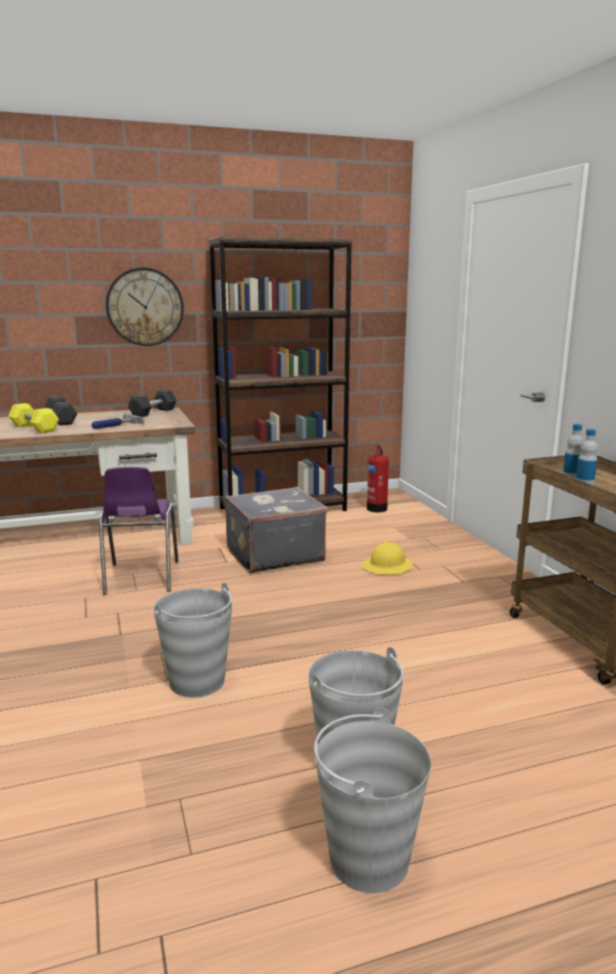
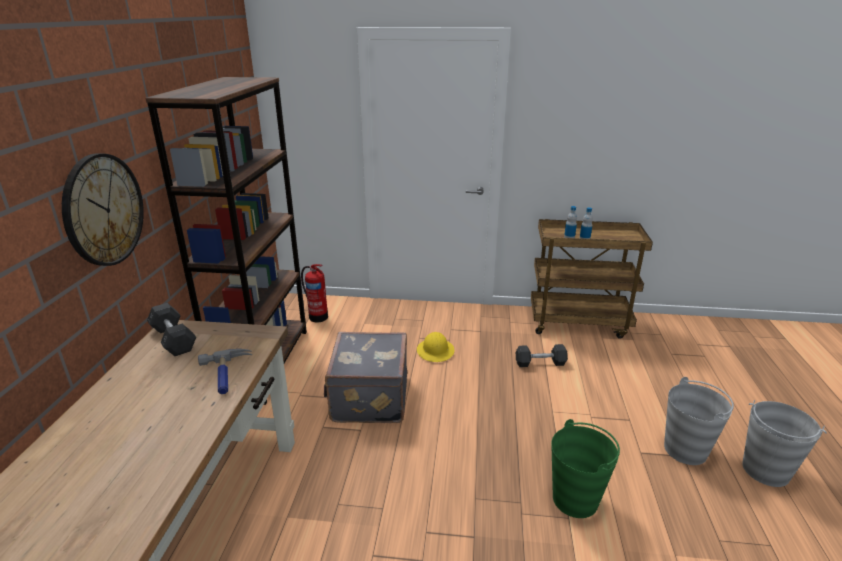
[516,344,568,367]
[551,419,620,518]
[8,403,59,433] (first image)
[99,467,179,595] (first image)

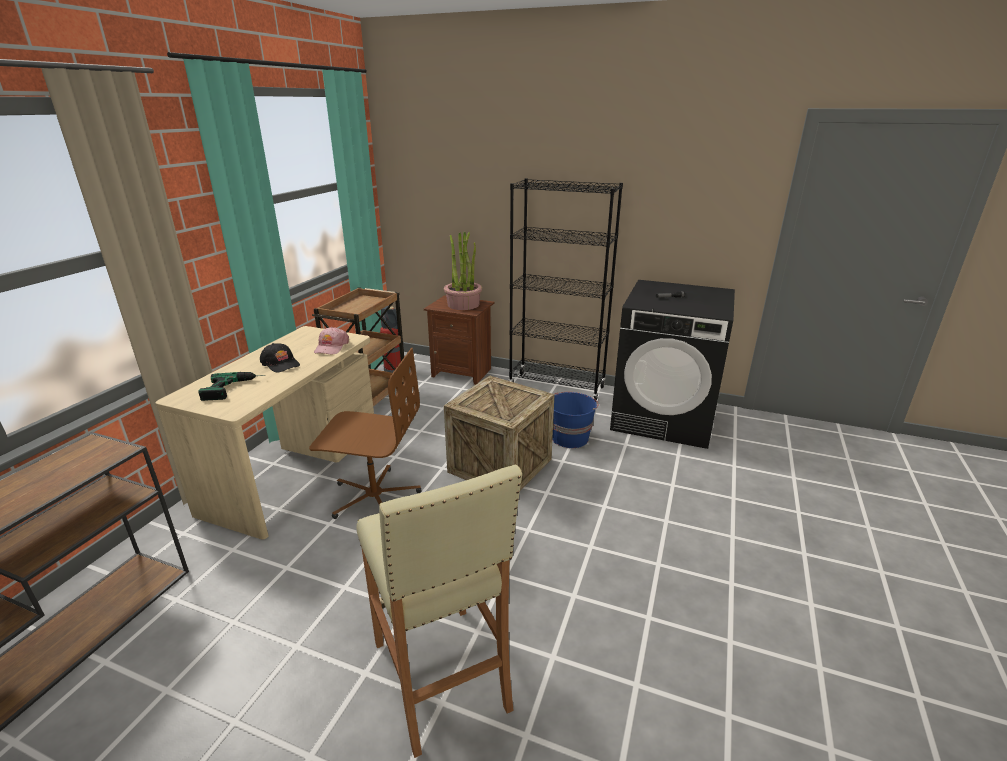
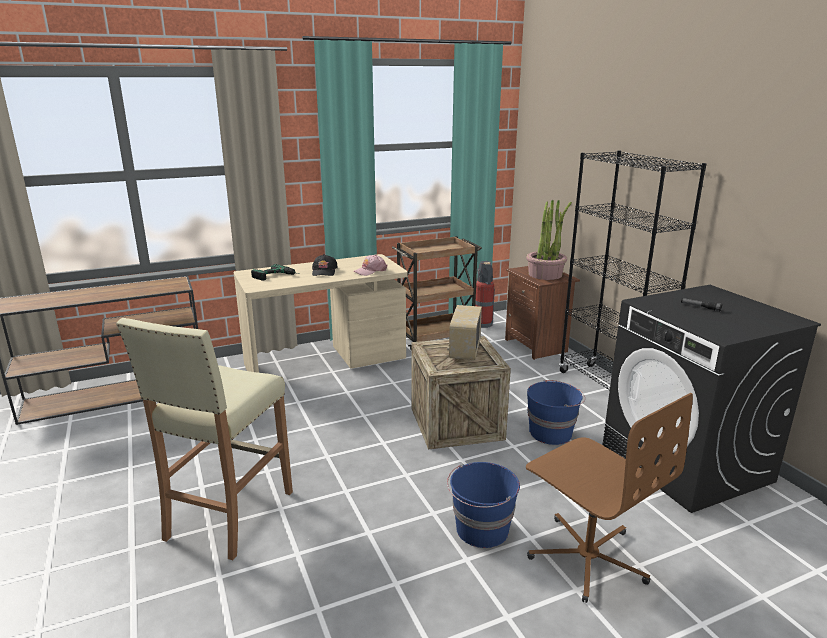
[447,305,482,360]
[447,462,520,548]
[526,393,693,603]

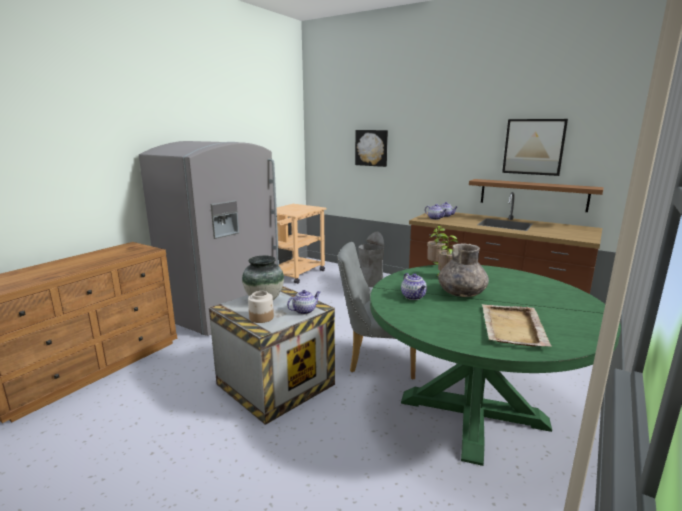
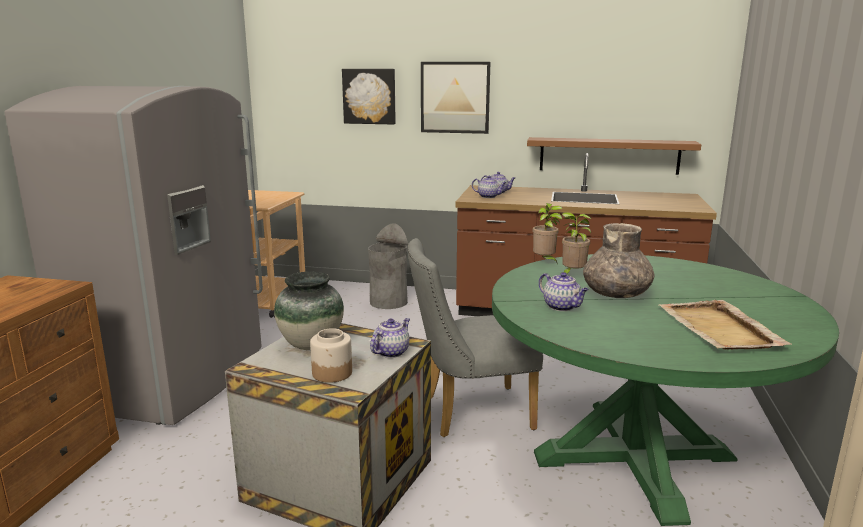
[421,62,490,134]

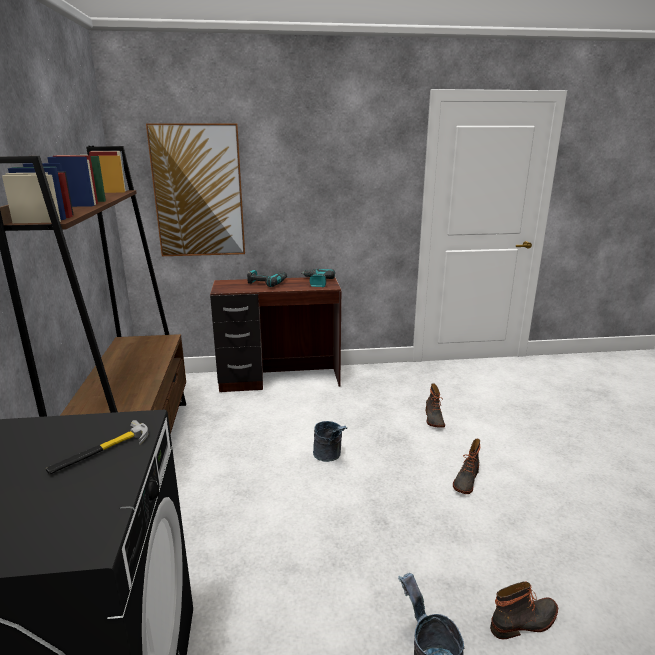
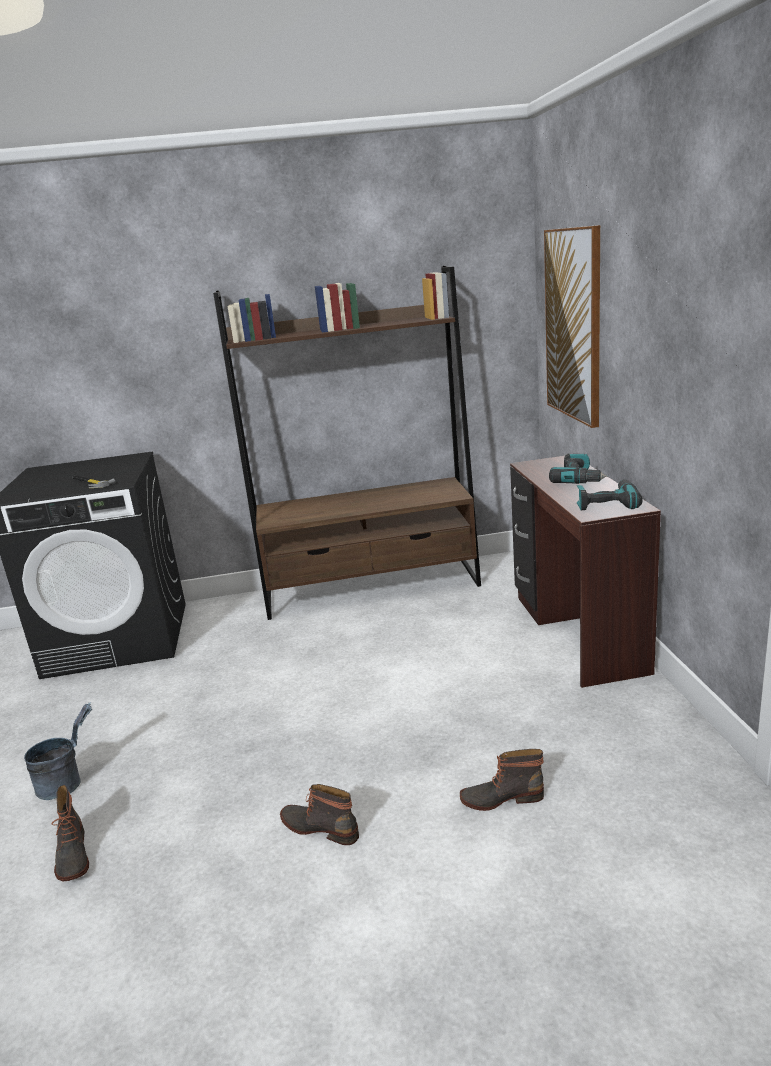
[313,421,347,462] (first image)

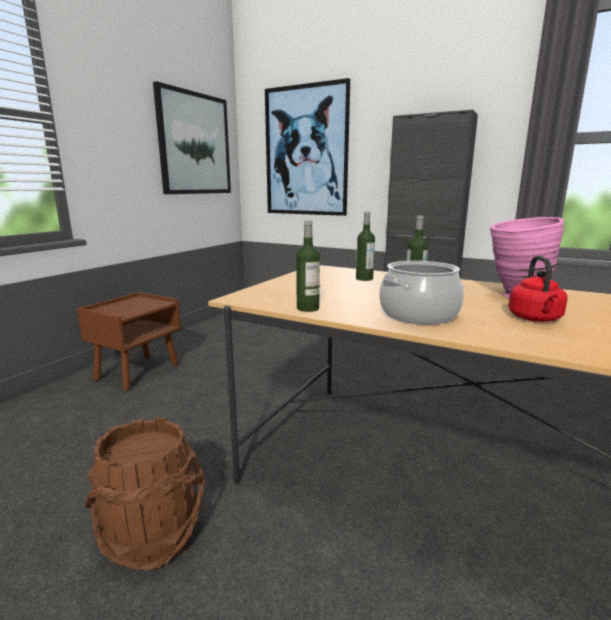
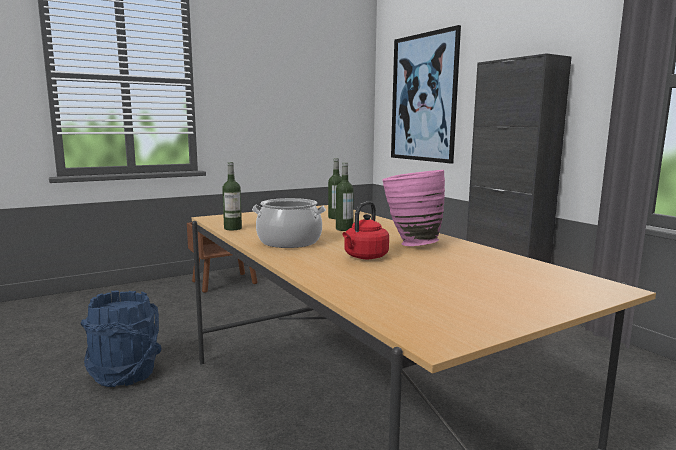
[81,291,162,387]
[153,81,231,194] (first image)

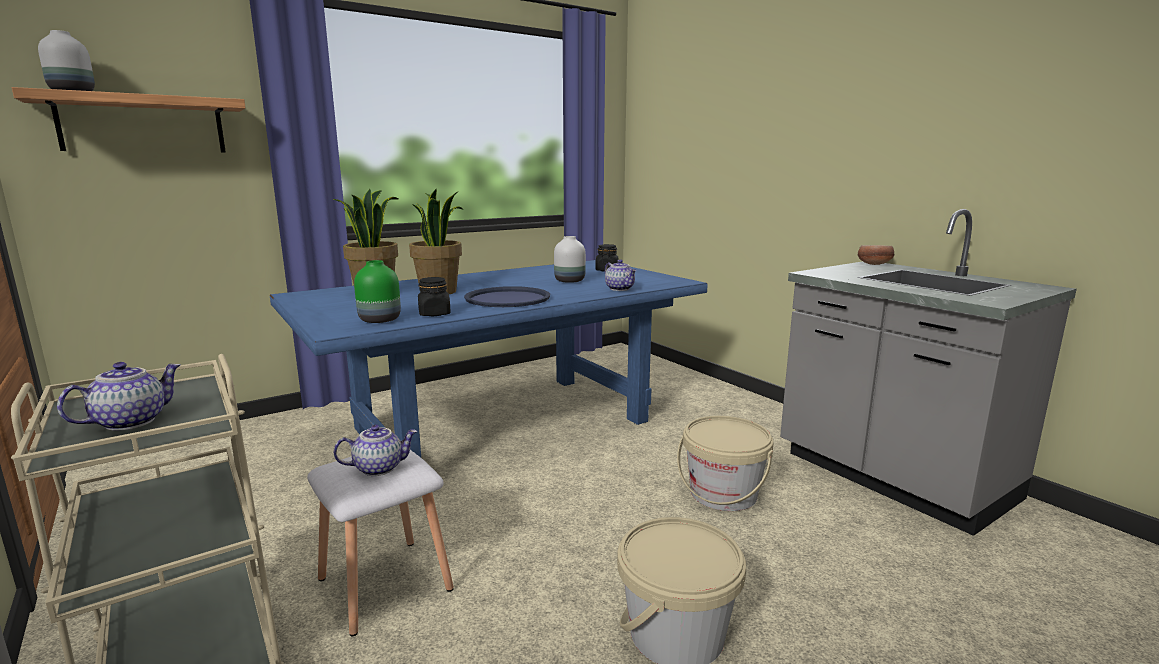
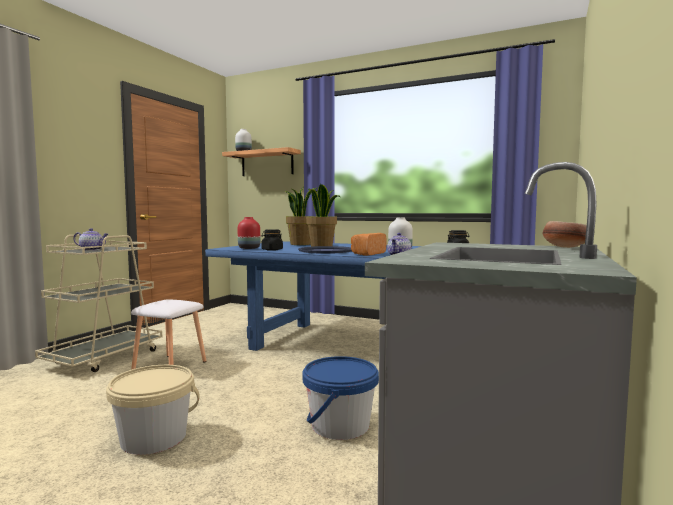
[238,217,260,249]
[302,356,379,440]
[351,233,386,256]
[334,425,418,476] (first image)

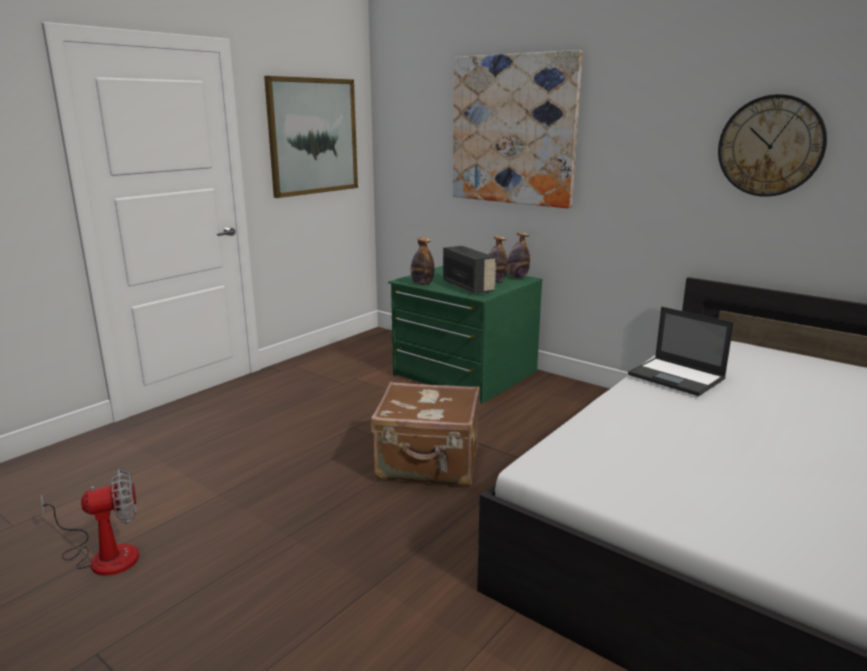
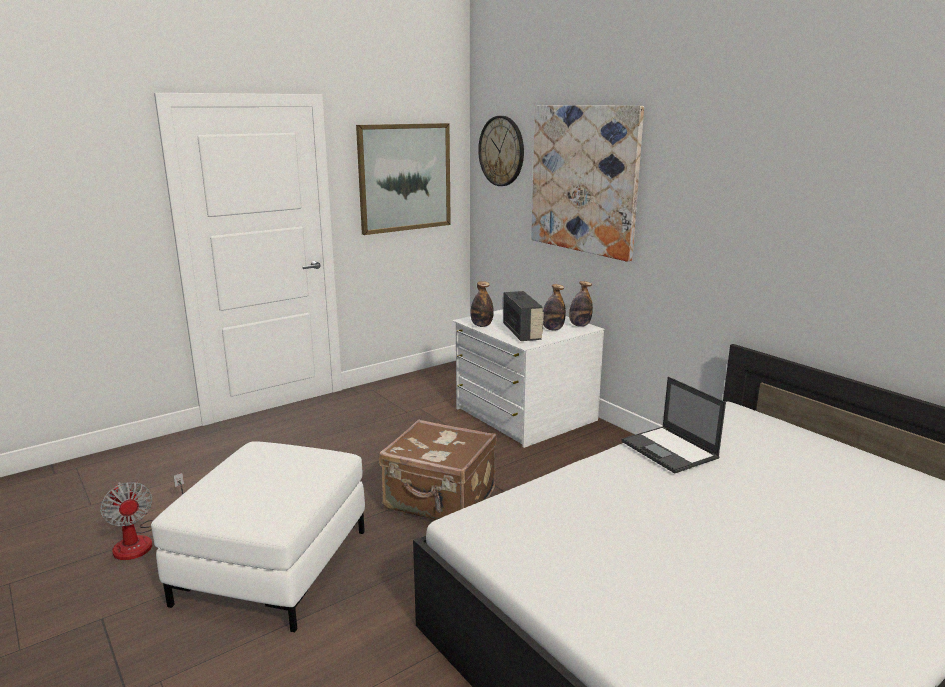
[100,473,184,560]
[151,441,365,632]
[453,309,604,448]
[478,116,524,186]

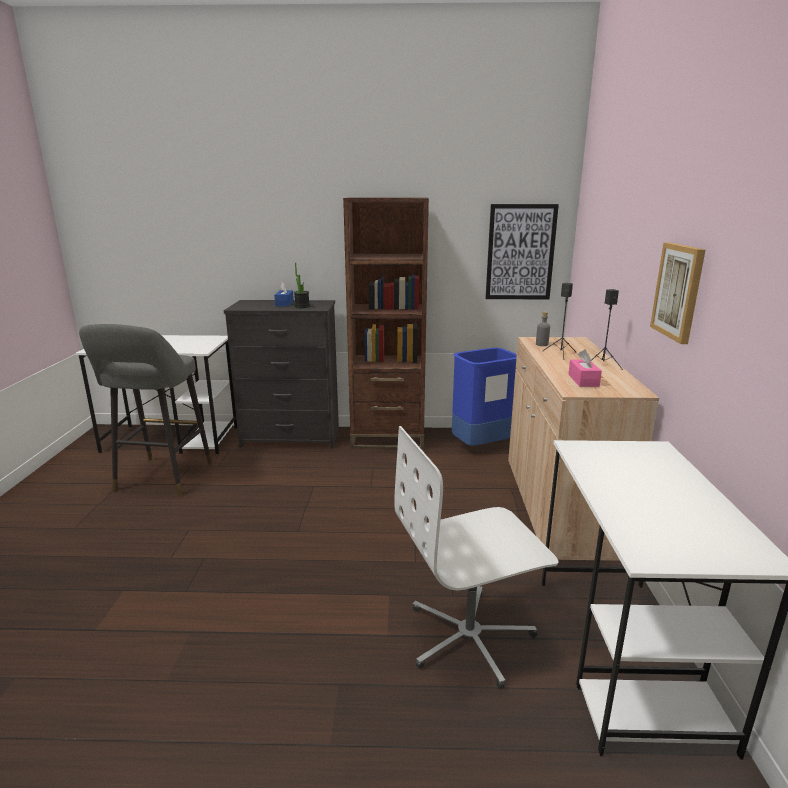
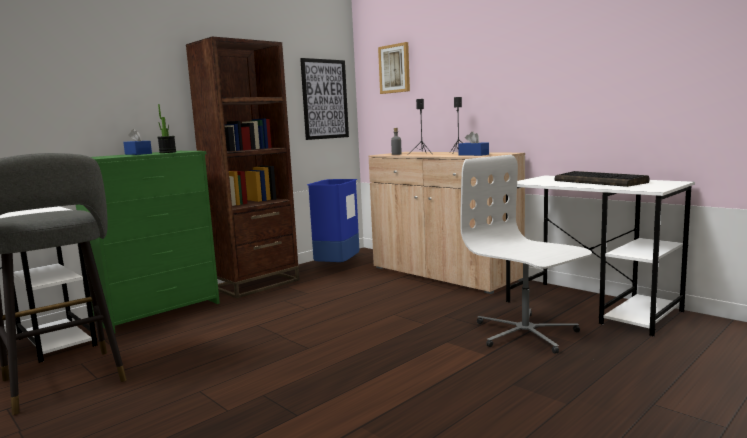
[76,151,220,334]
[378,42,410,94]
[458,132,489,156]
[460,155,592,354]
[554,171,649,187]

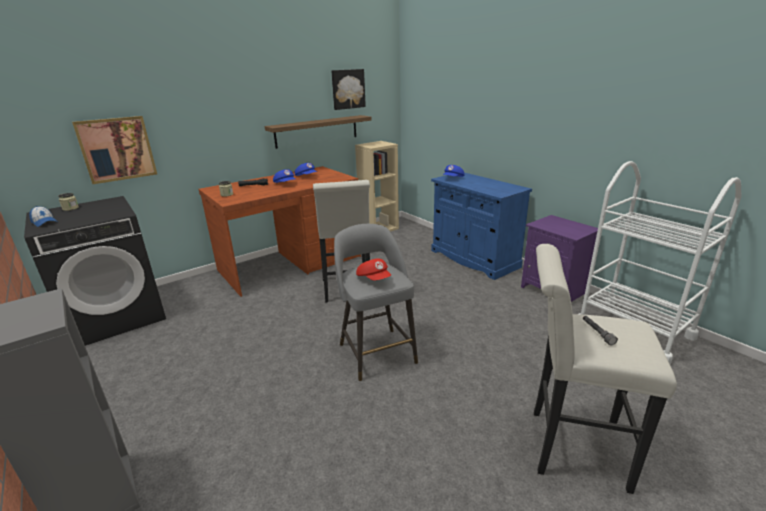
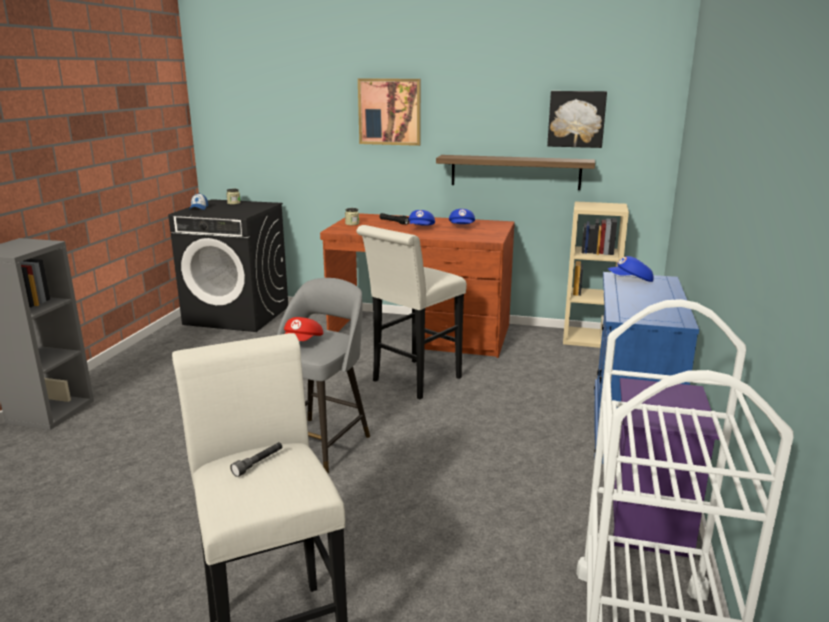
[358,78,421,146]

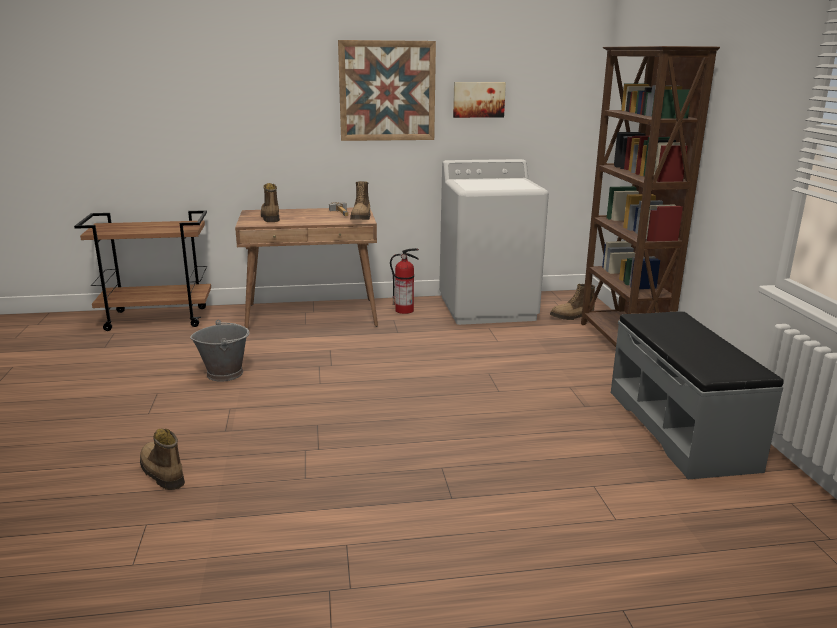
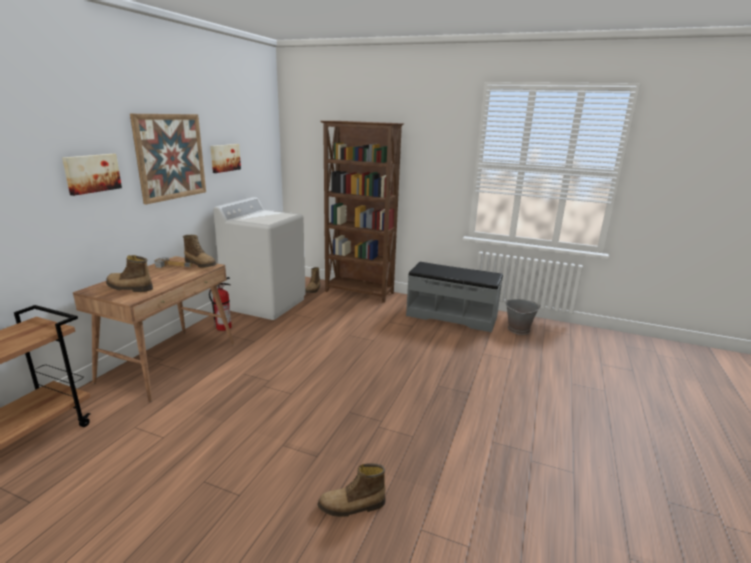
[62,154,122,196]
[504,299,541,335]

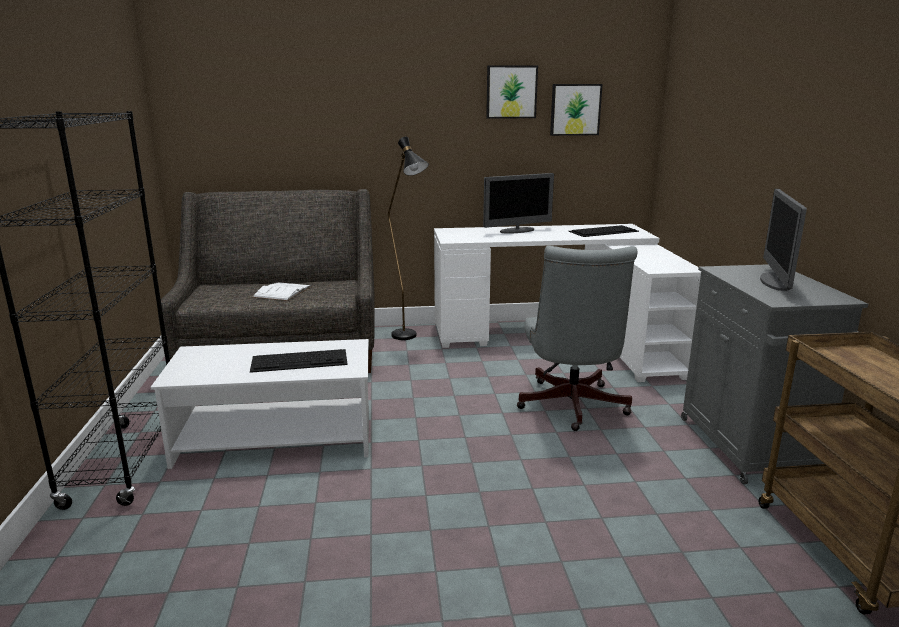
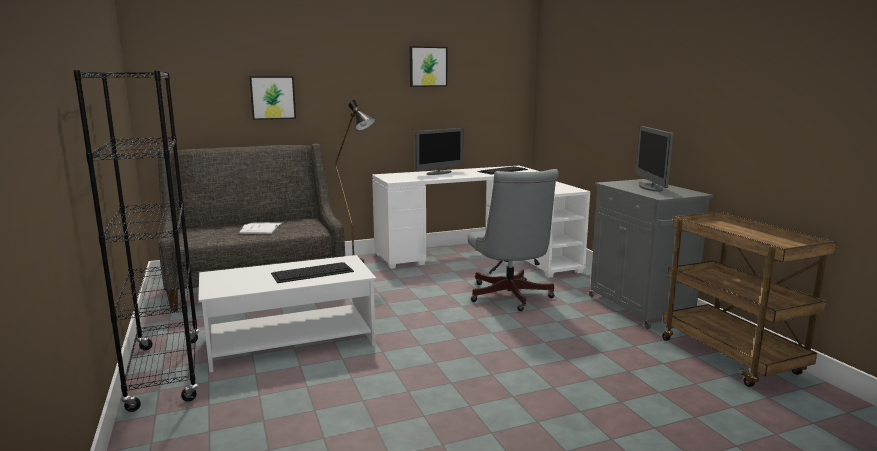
[249,76,296,120]

